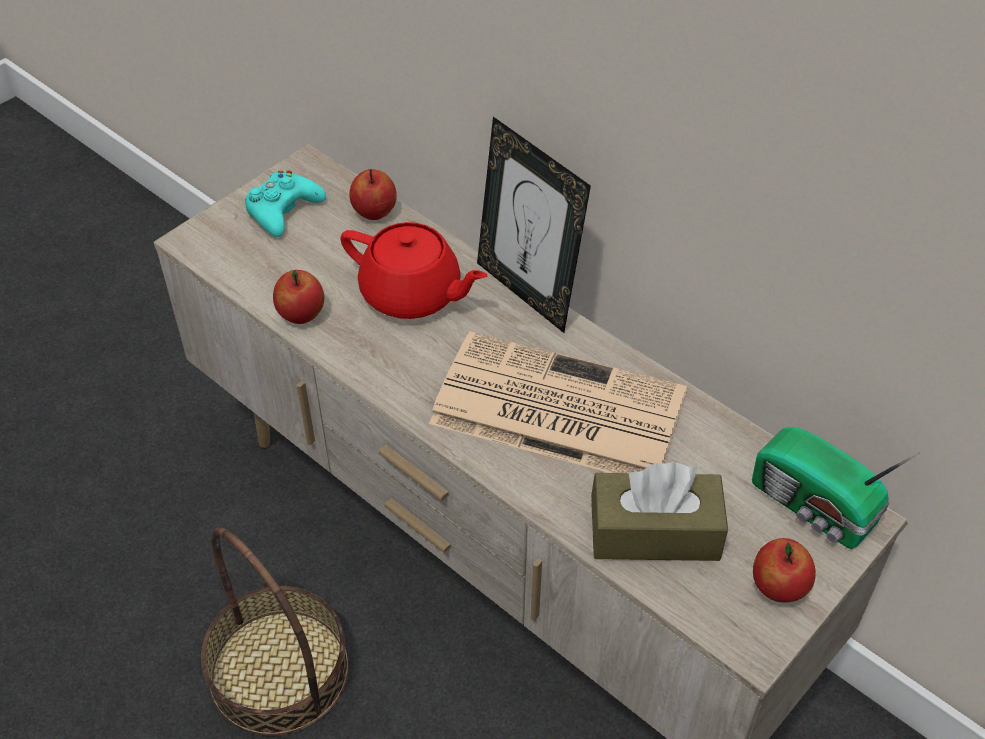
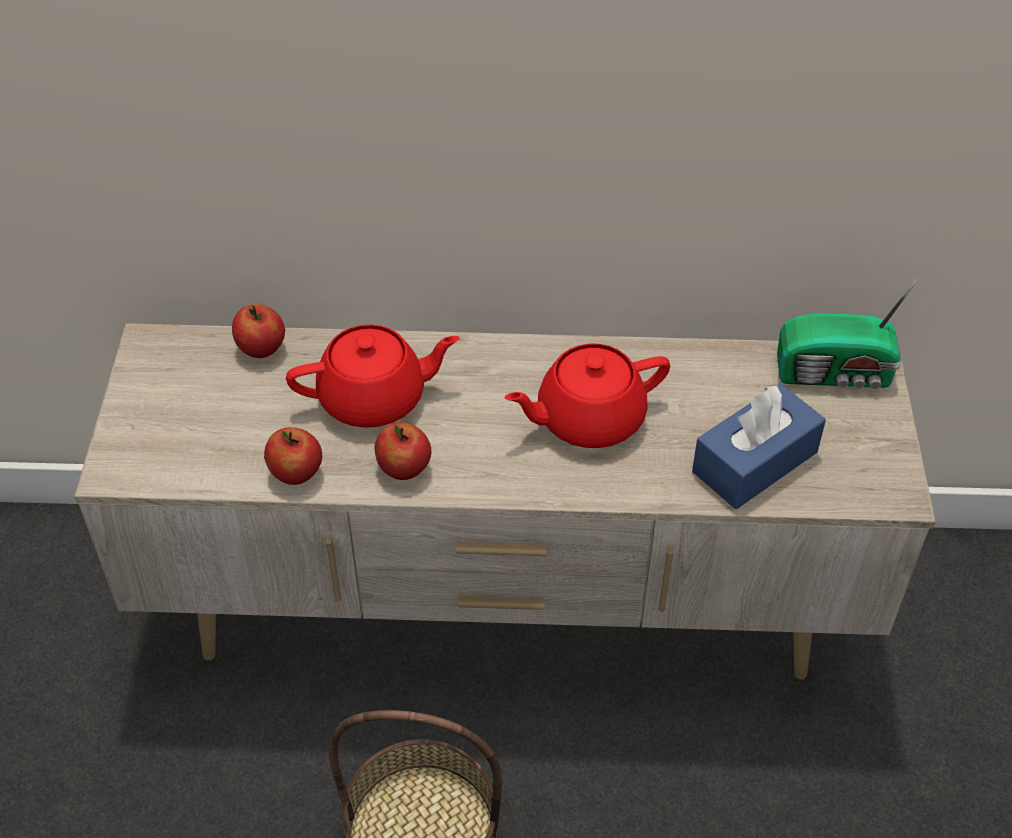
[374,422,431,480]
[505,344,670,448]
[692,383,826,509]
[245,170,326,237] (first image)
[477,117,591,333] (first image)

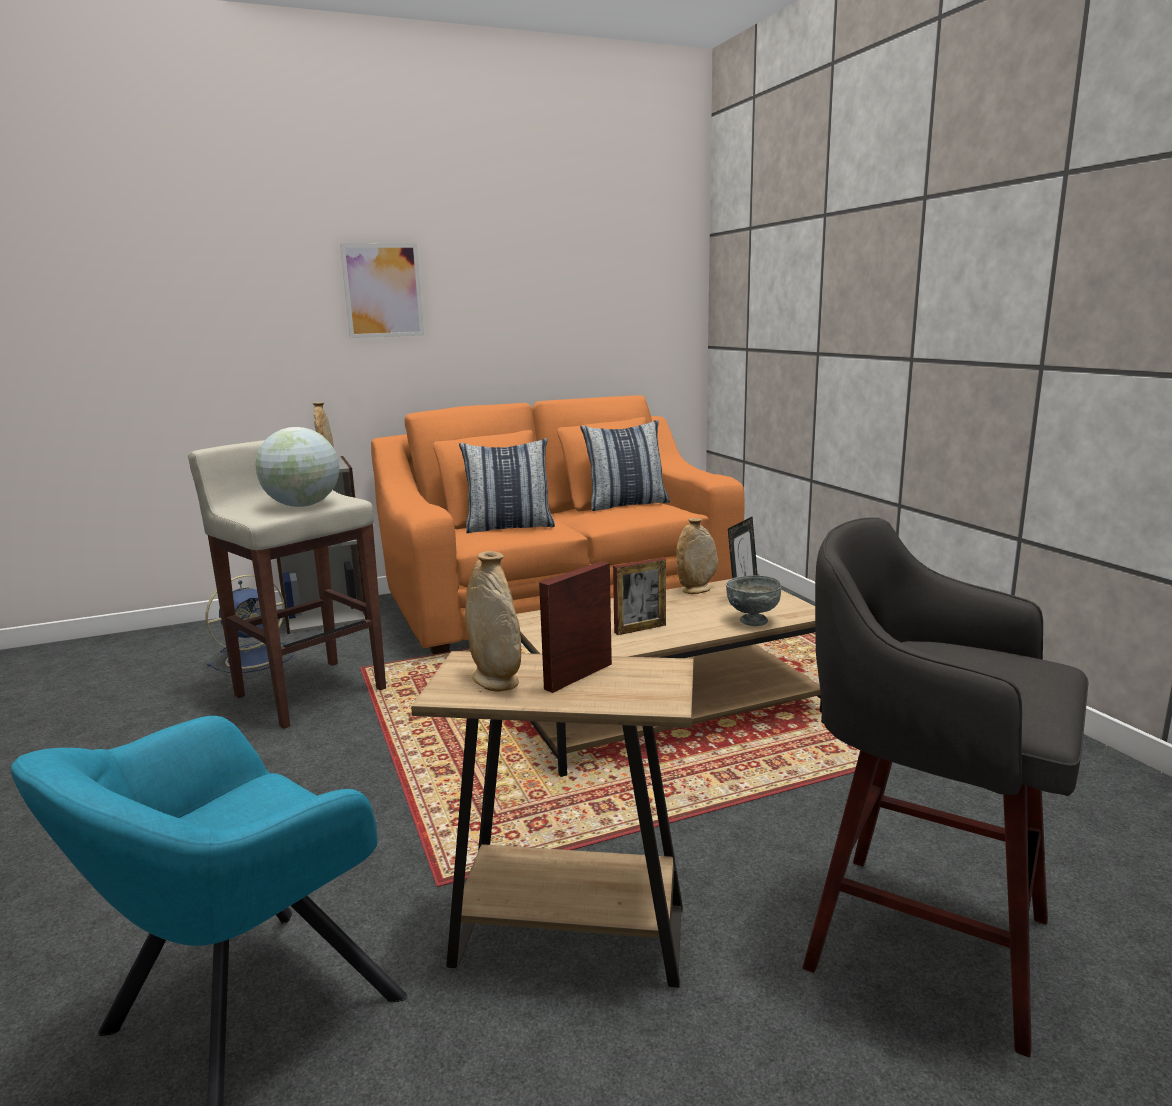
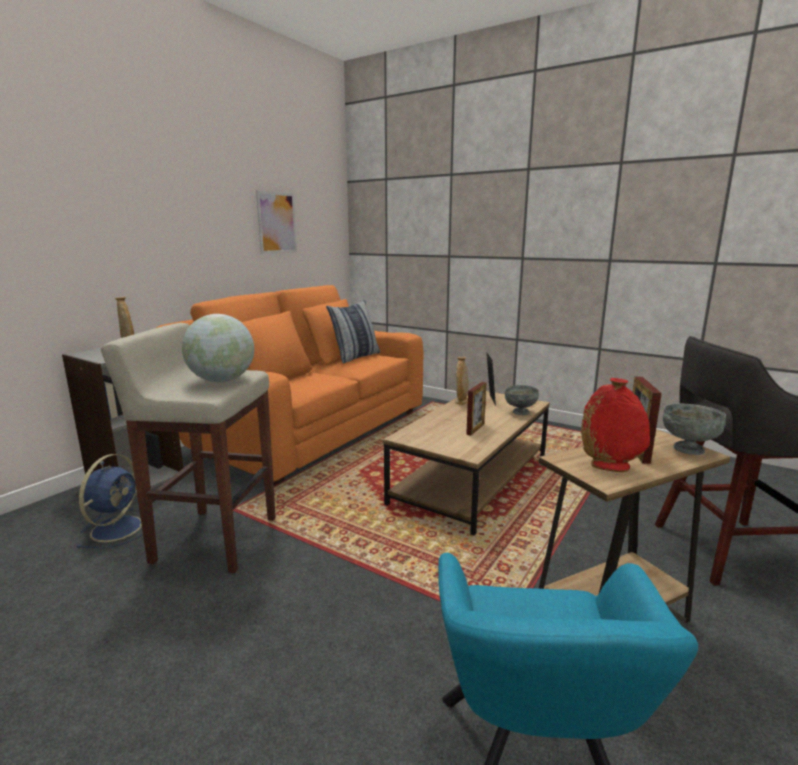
[256,190,297,254]
[581,378,650,472]
[663,403,726,455]
[459,438,555,533] (first image)

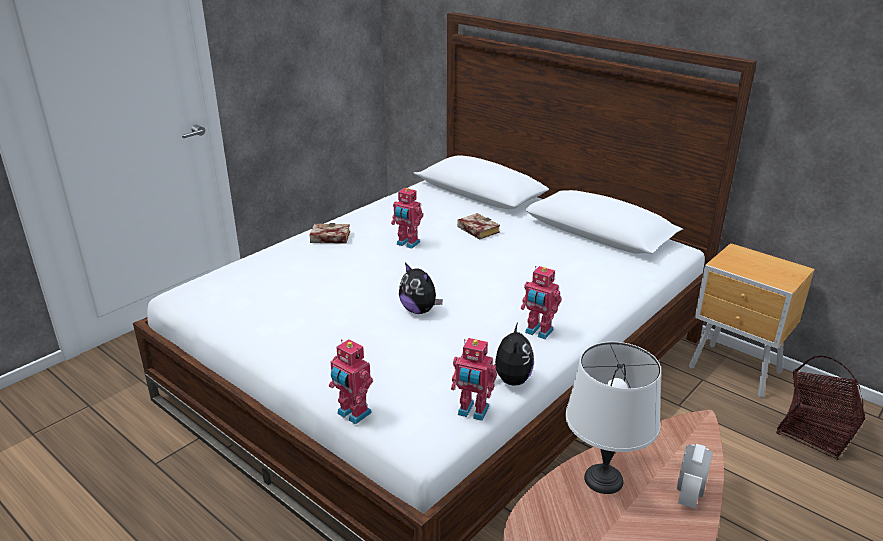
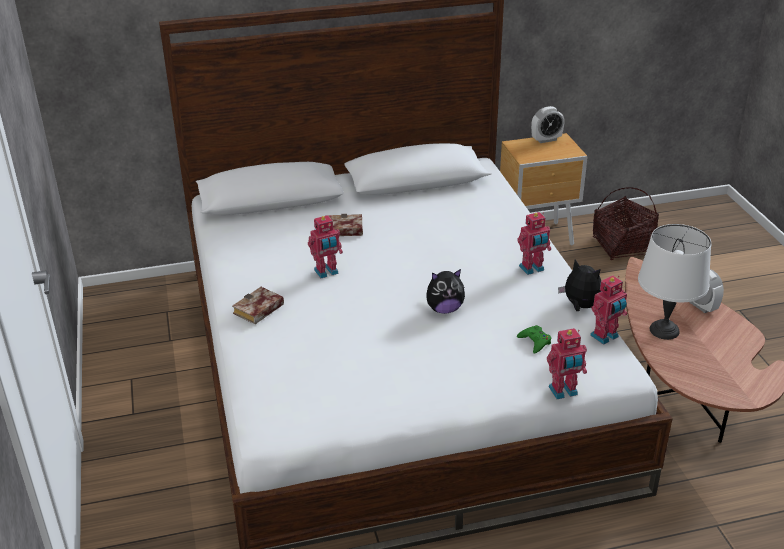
[517,325,551,354]
[531,106,565,143]

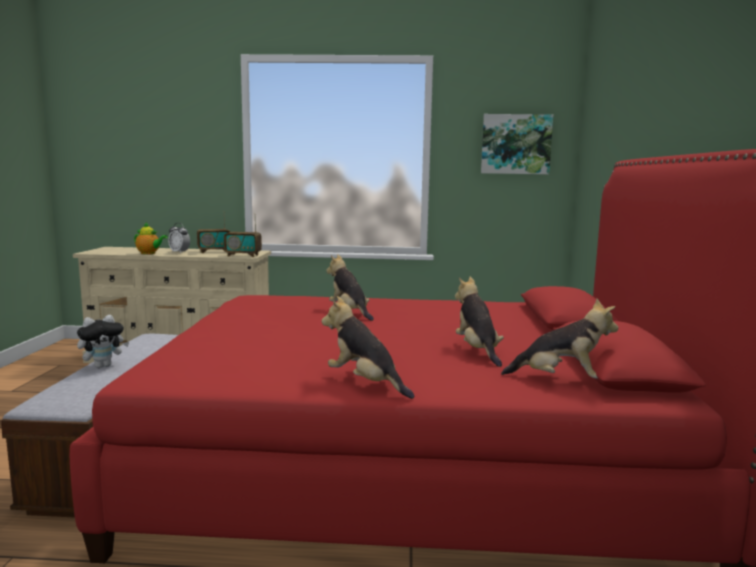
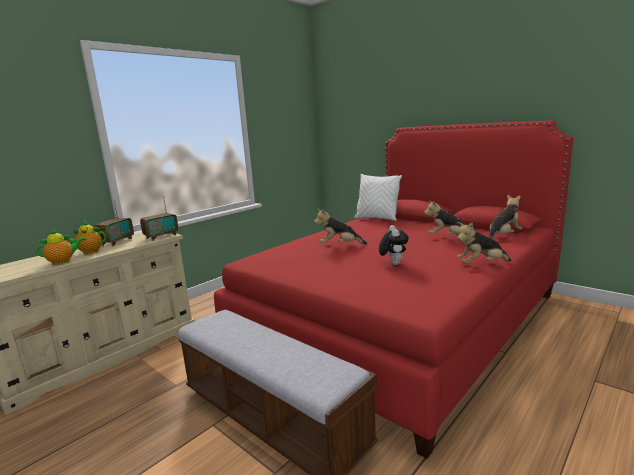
[67,220,106,254]
[354,174,402,221]
[379,225,409,265]
[481,114,553,174] (first image)

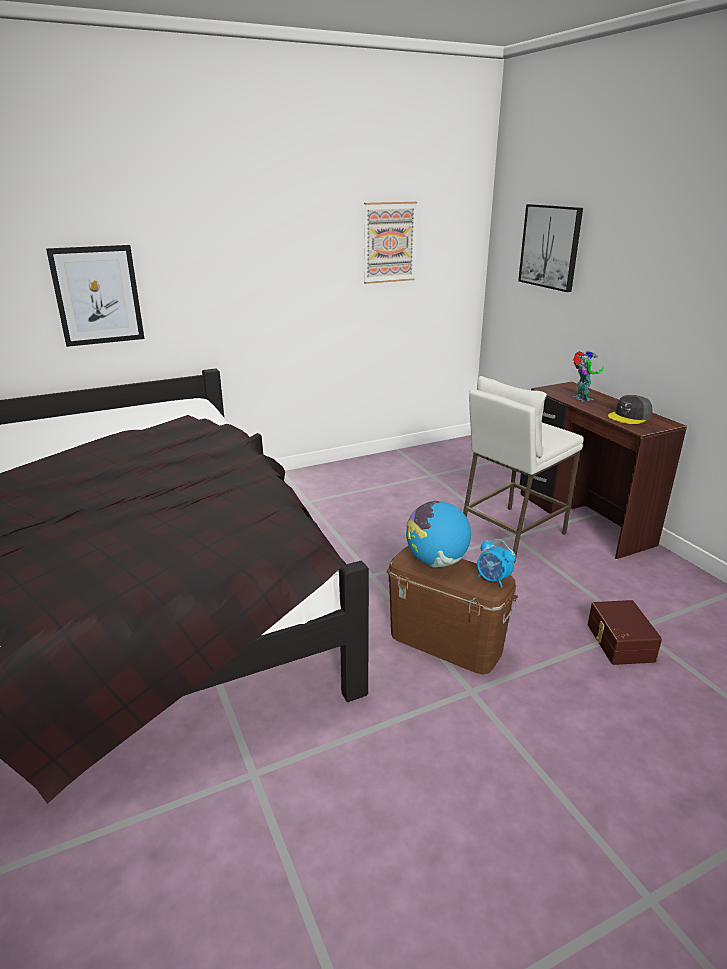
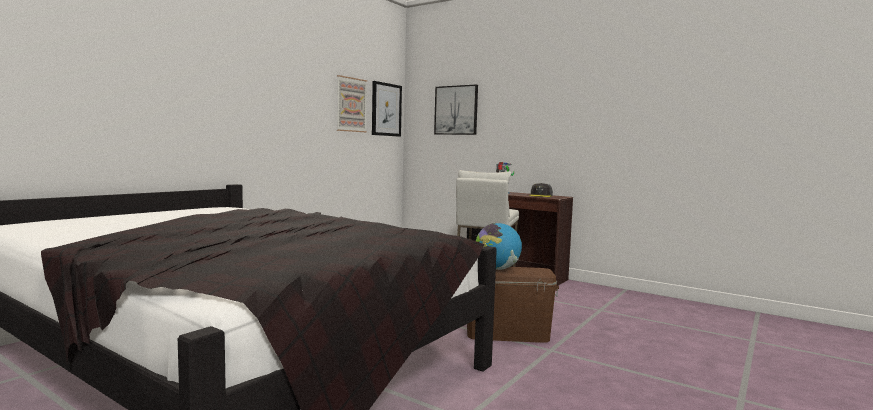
[372,81,402,137]
[477,539,516,588] (first image)
[587,600,662,665] (first image)

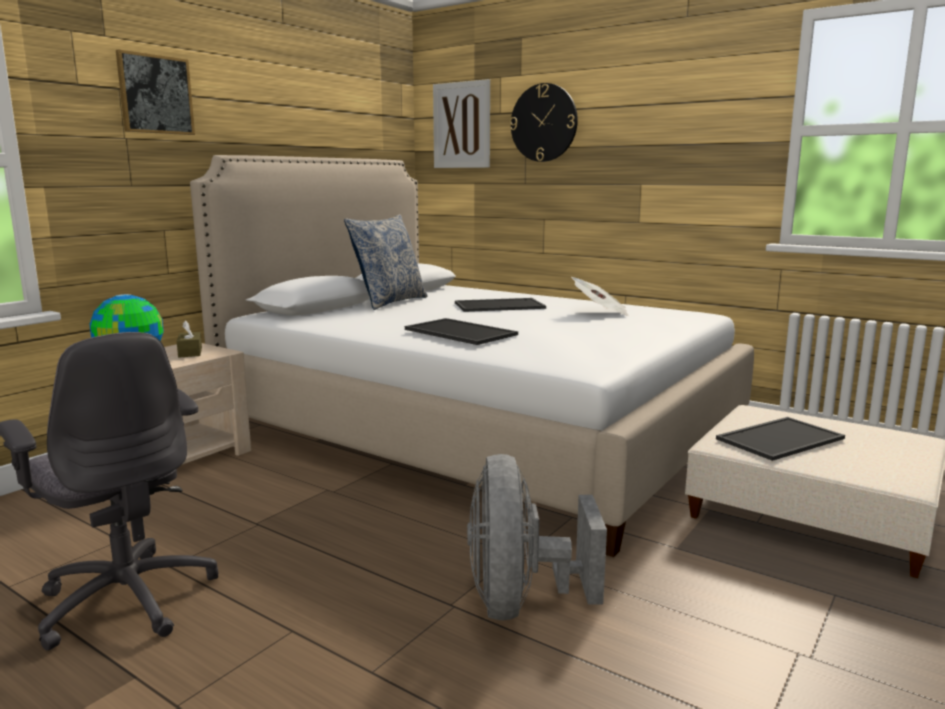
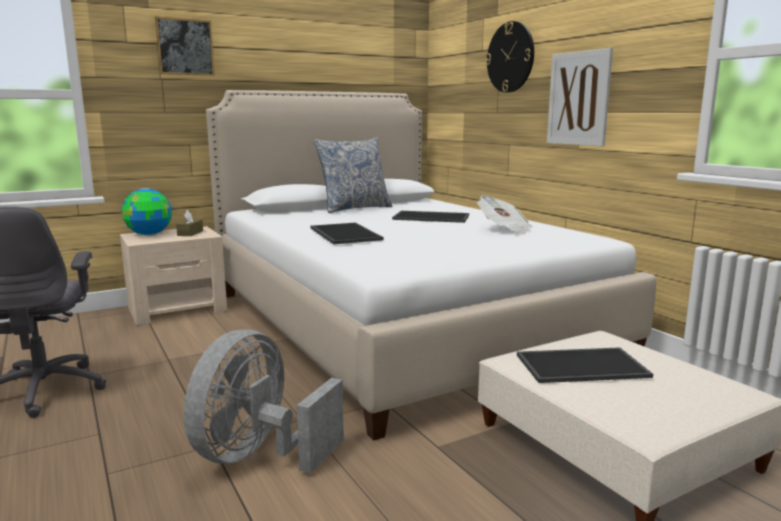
[547,48,613,146]

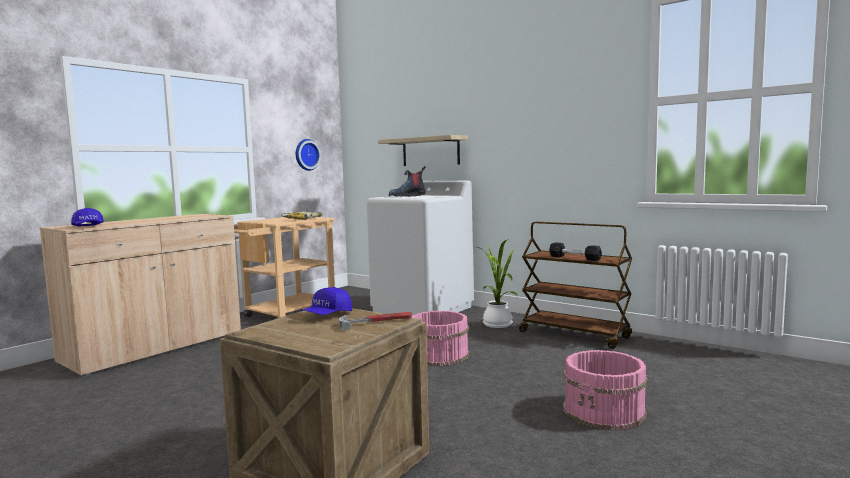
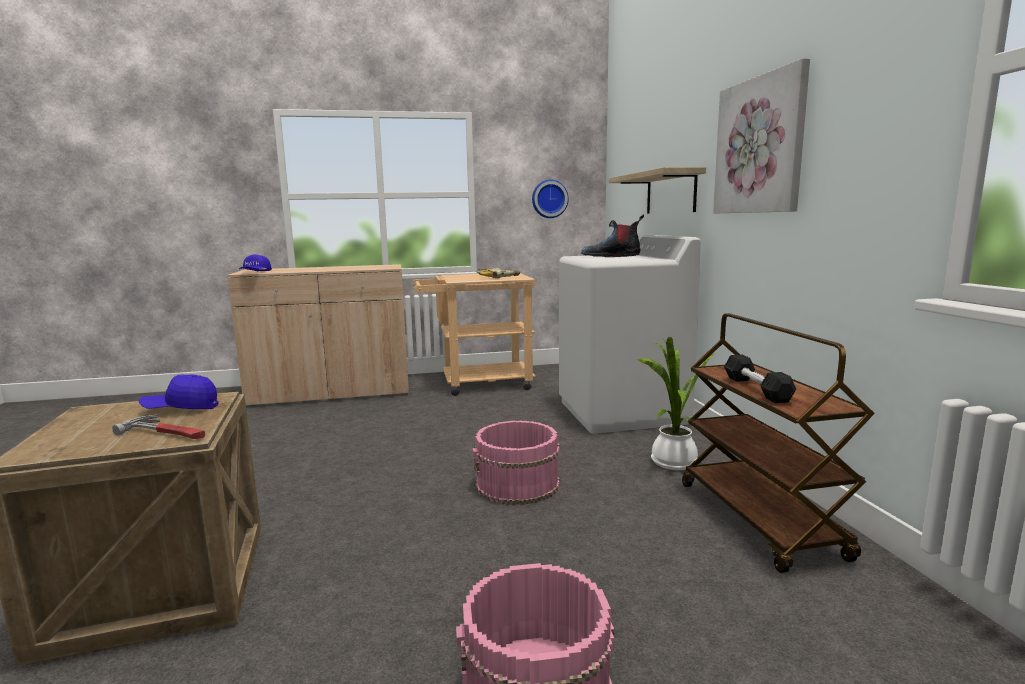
[713,58,810,213]

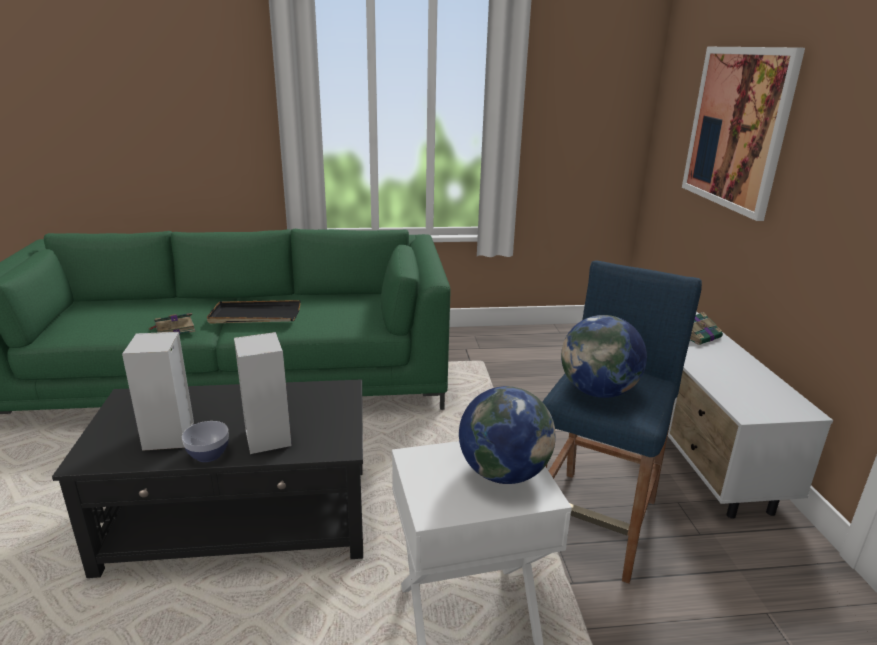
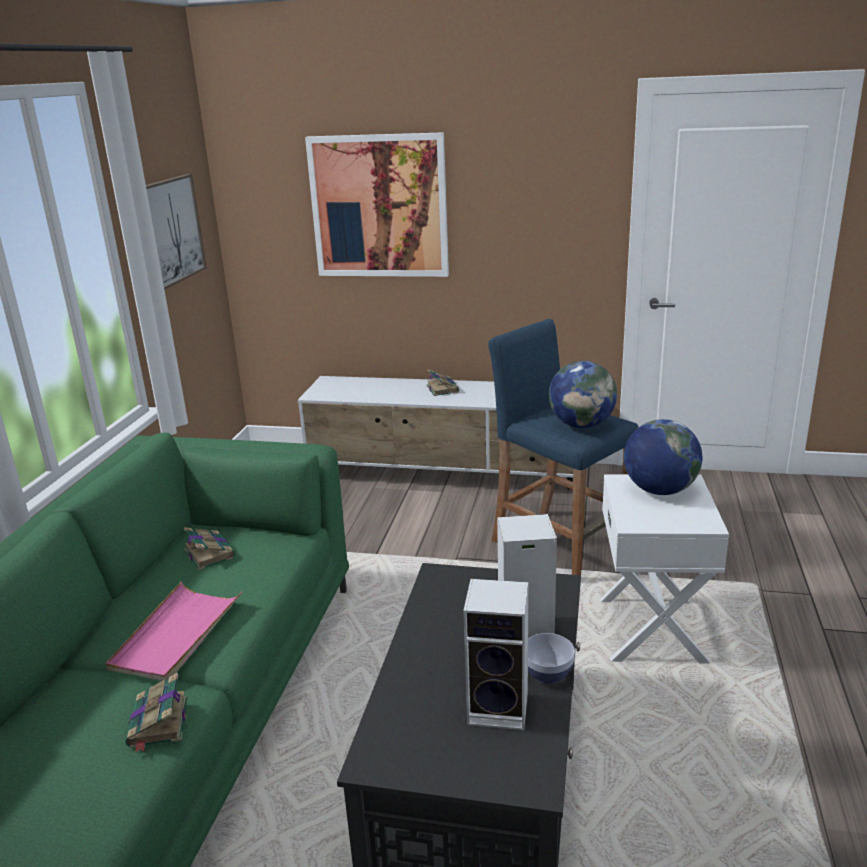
[106,582,242,681]
[146,174,207,290]
[184,527,235,570]

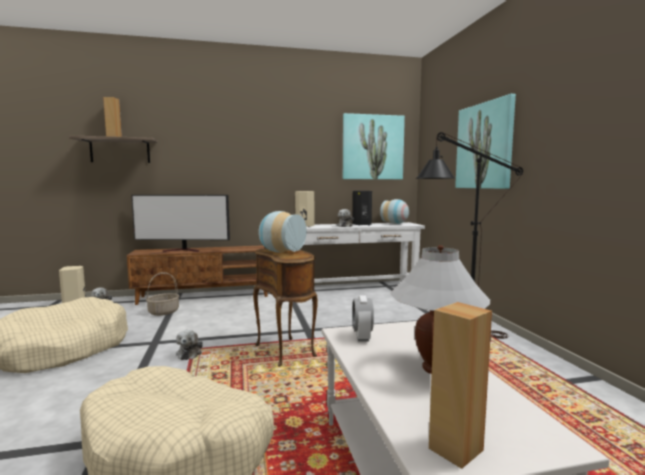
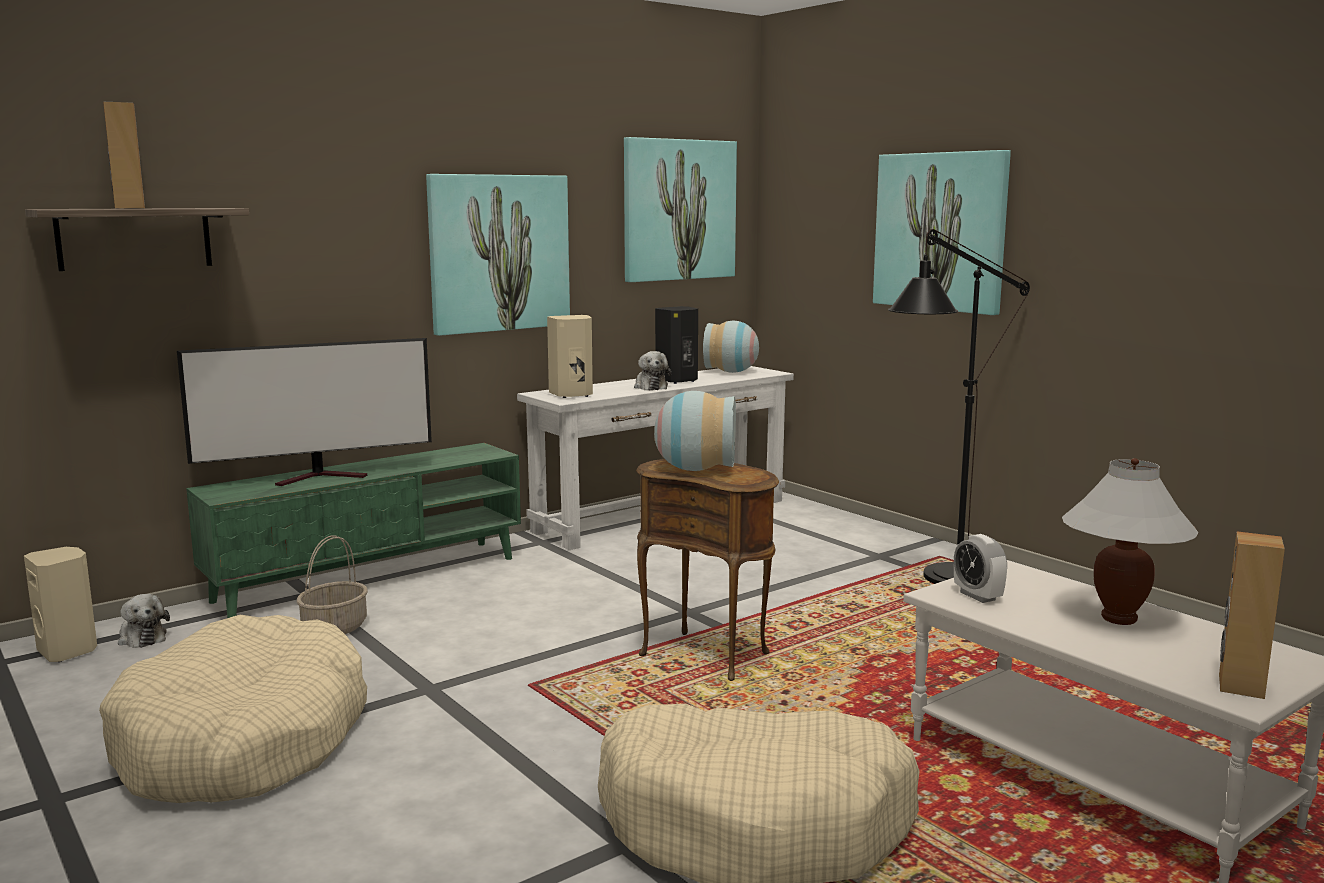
[186,443,521,618]
[426,174,570,336]
[176,330,203,360] (first image)

